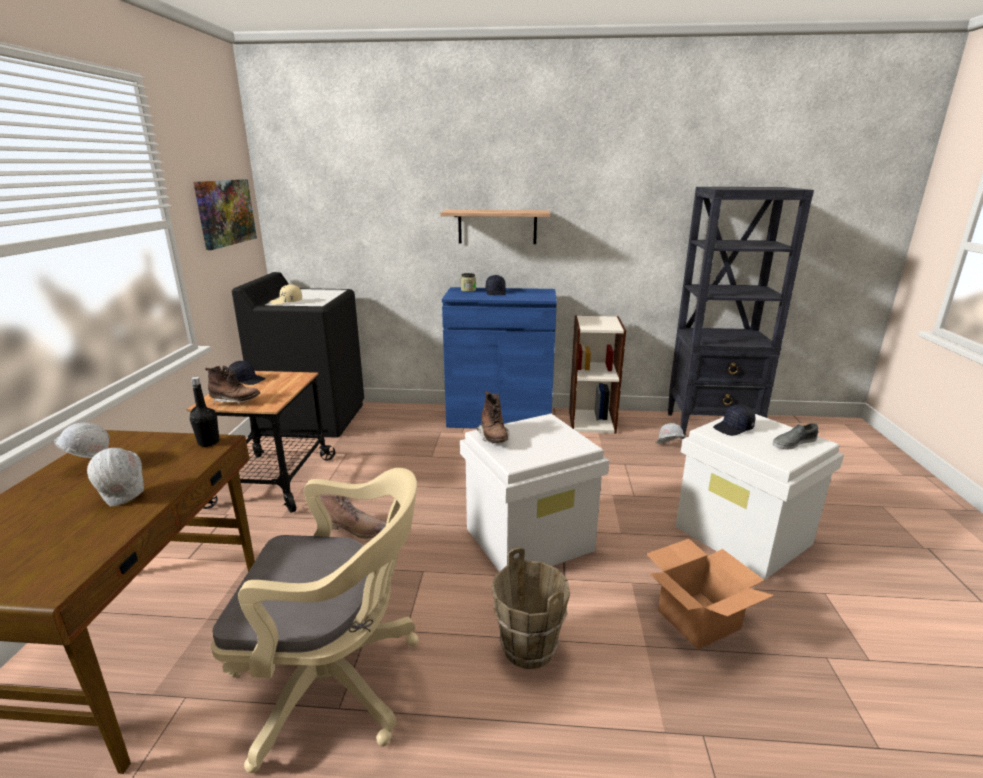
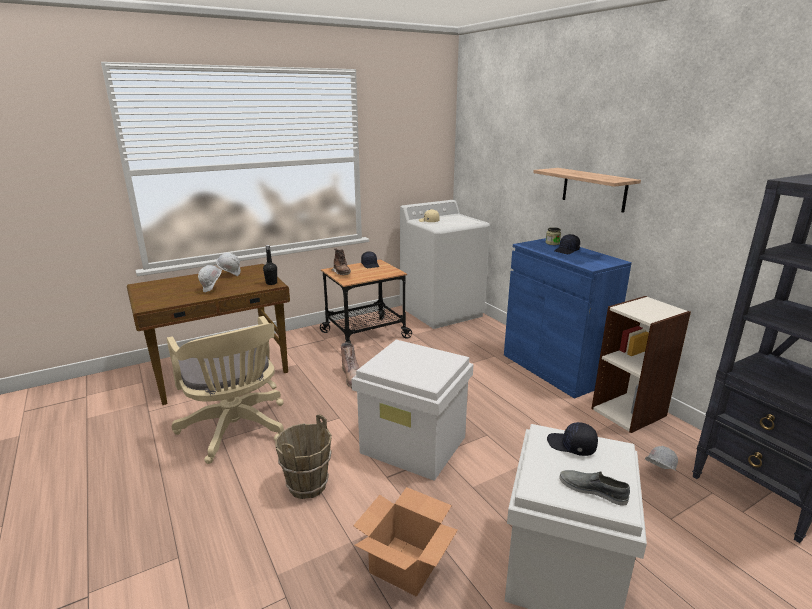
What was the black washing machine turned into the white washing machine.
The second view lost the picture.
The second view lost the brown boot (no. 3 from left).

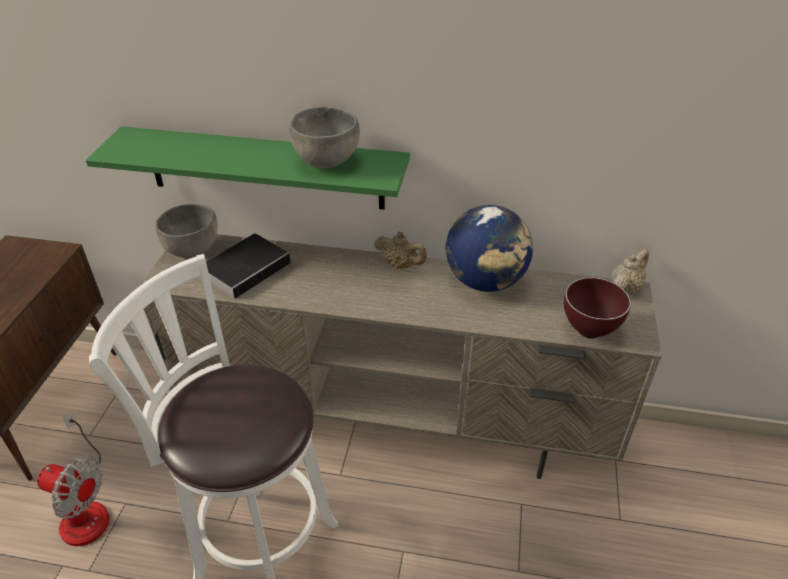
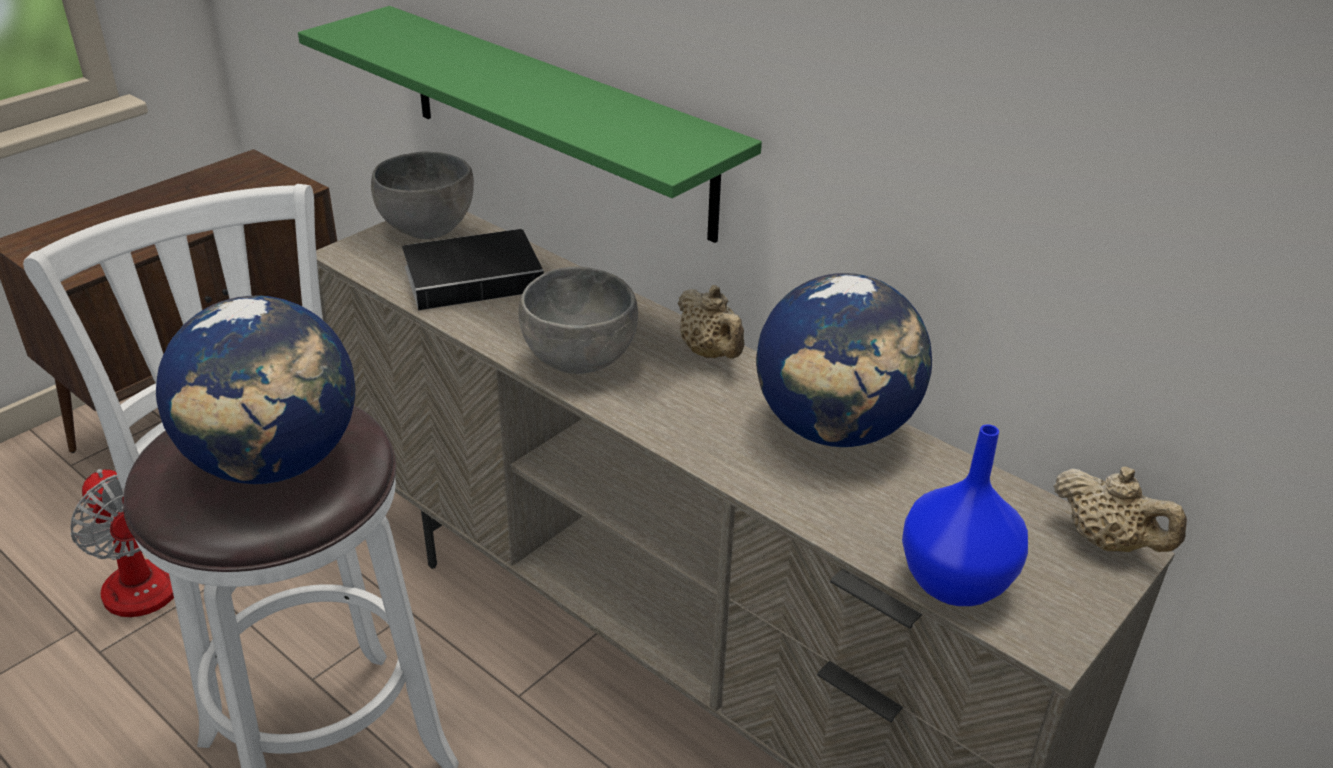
The second view gained the globe (no. 1 from left).
The grey bowl (no. 2 from left) ended up elsewhere.
Where the brown bowl stood, the blue vase came to stand.
The beige teapot (no. 2 from left) ended up facing another way, 60 degrees clockwise from before.

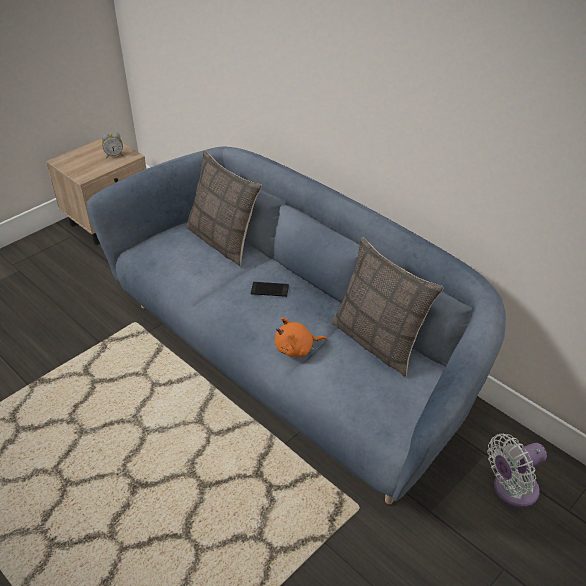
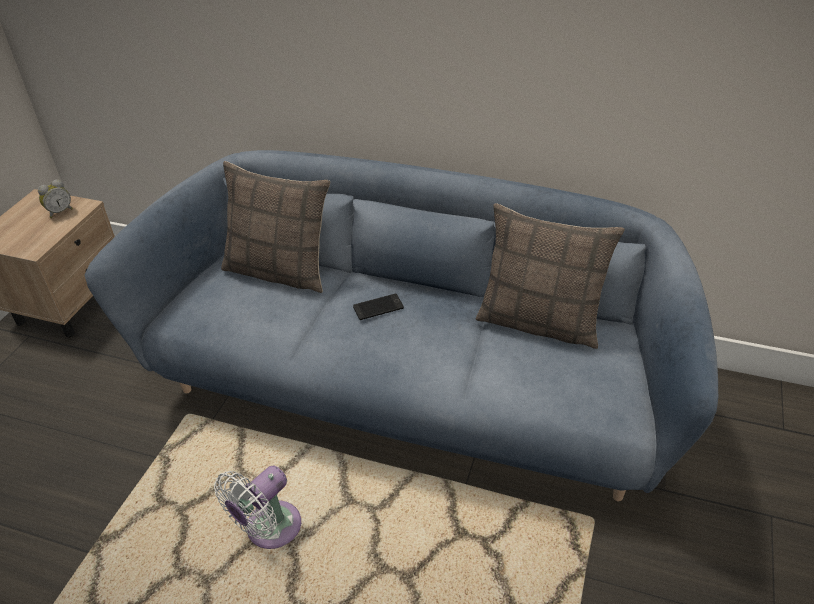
The white fan ended up elsewhere.
The second view lost the orange plush toy.

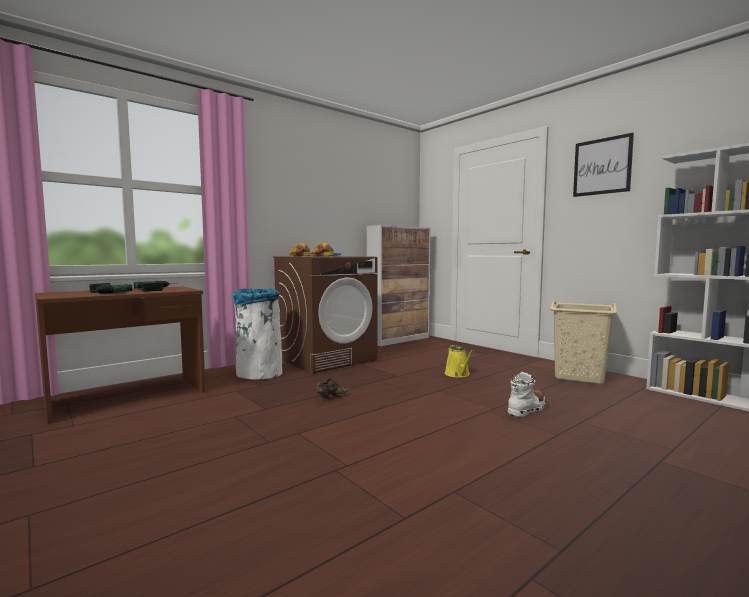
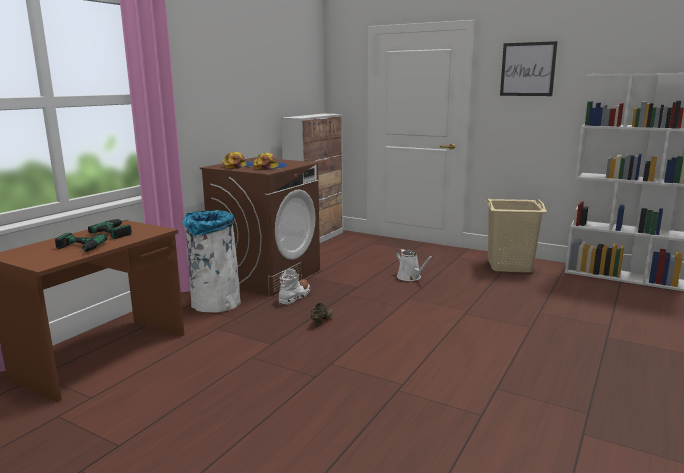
The white boot ended up elsewhere.
What was the yellow watering can turned into the white watering can.

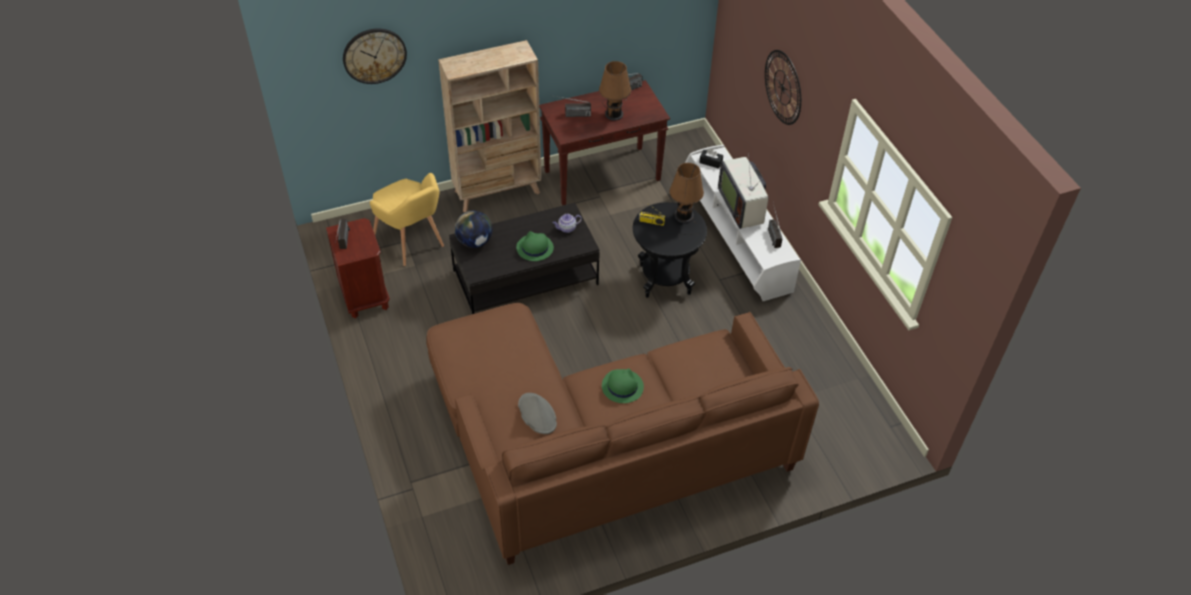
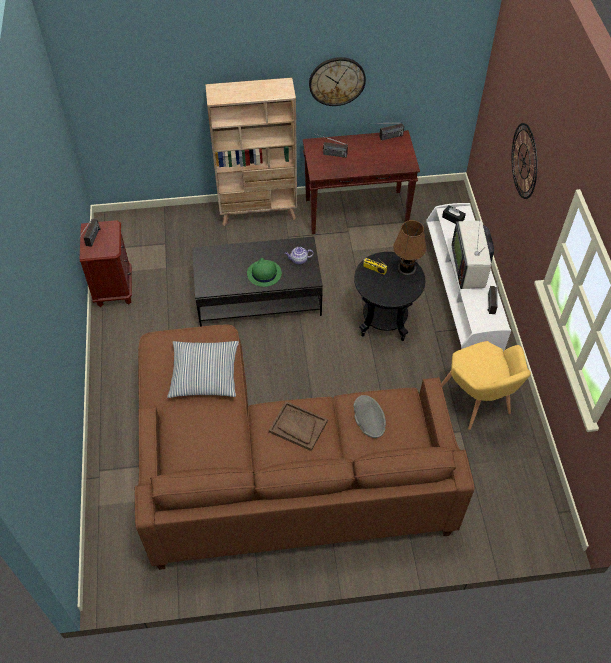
The second view gained the pillow.
Where the green hat (no. 2 from left) stood, the brown tray came to stand.
The wall clock (no. 1 from left) ended up elsewhere.
The grey hat ended up elsewhere.
The yellow armchair ended up elsewhere.
The second view lost the globe.
The second view lost the brown table lamp (no. 1 from left).

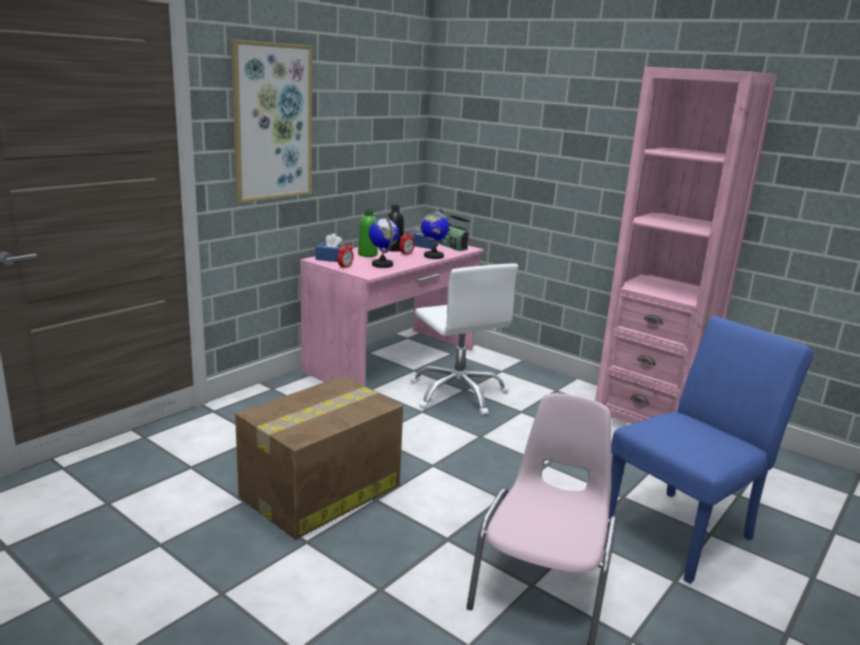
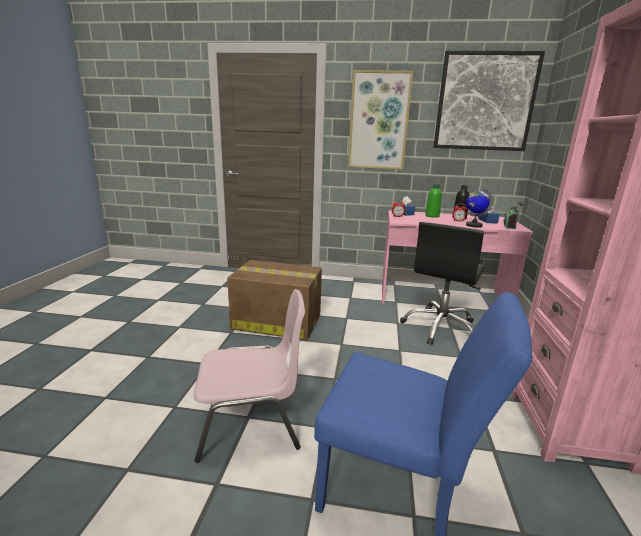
What was the white office chair turned into the black office chair.
The second view gained the picture (no. 2 from left).
The second view lost the globe (no. 1 from left).

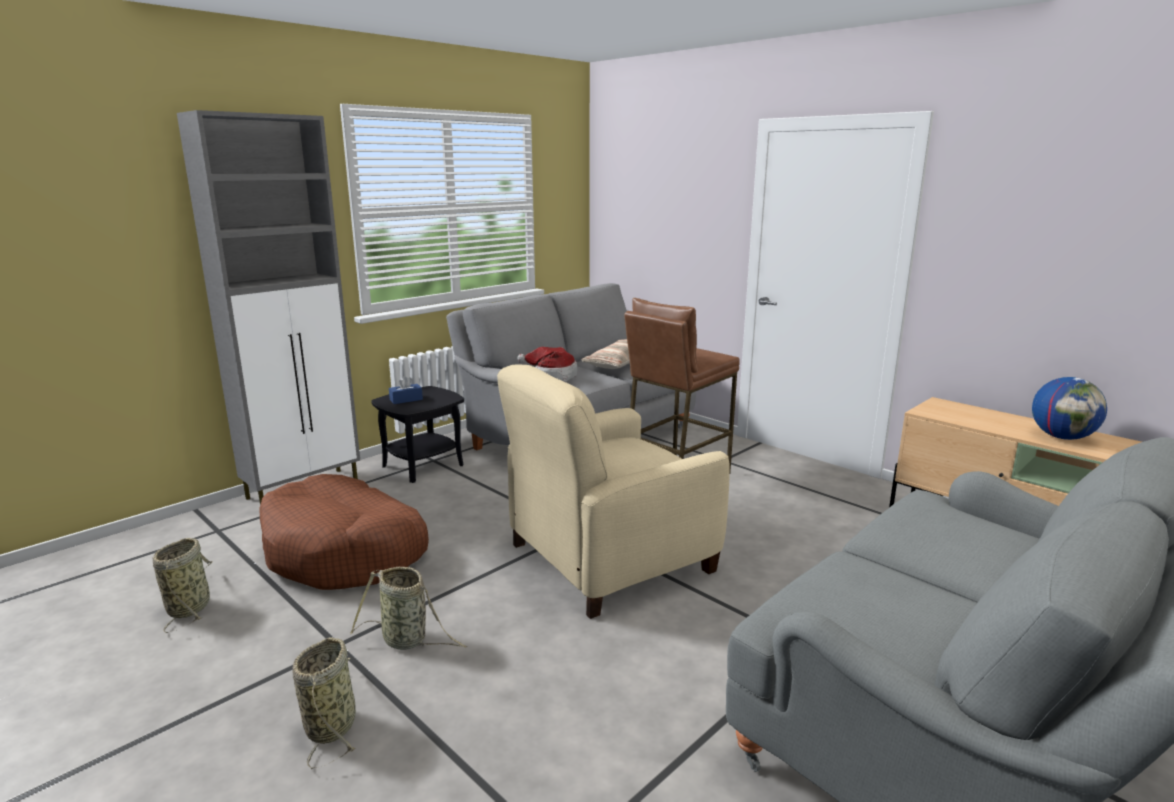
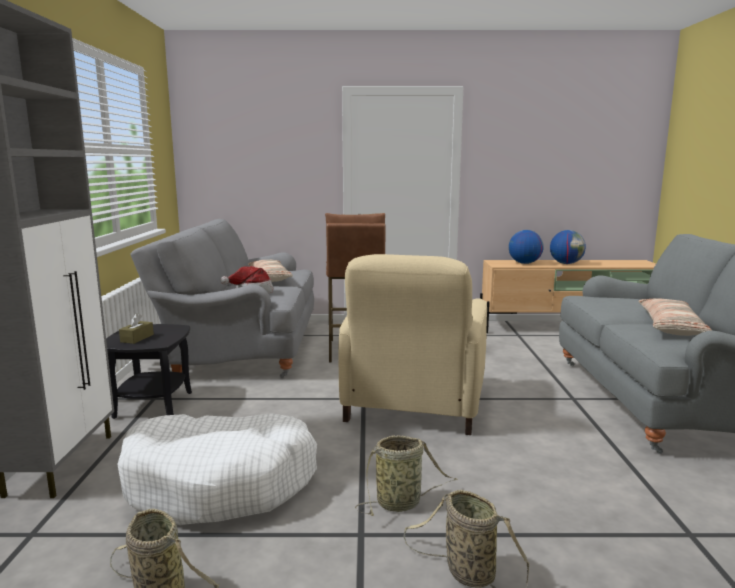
What was the brown dog bed turned into the white dog bed.
What was the blue tissue box turned into the brown tissue box.
The second view gained the globe (no. 1 from left).
The second view gained the pillow (no. 2 from left).

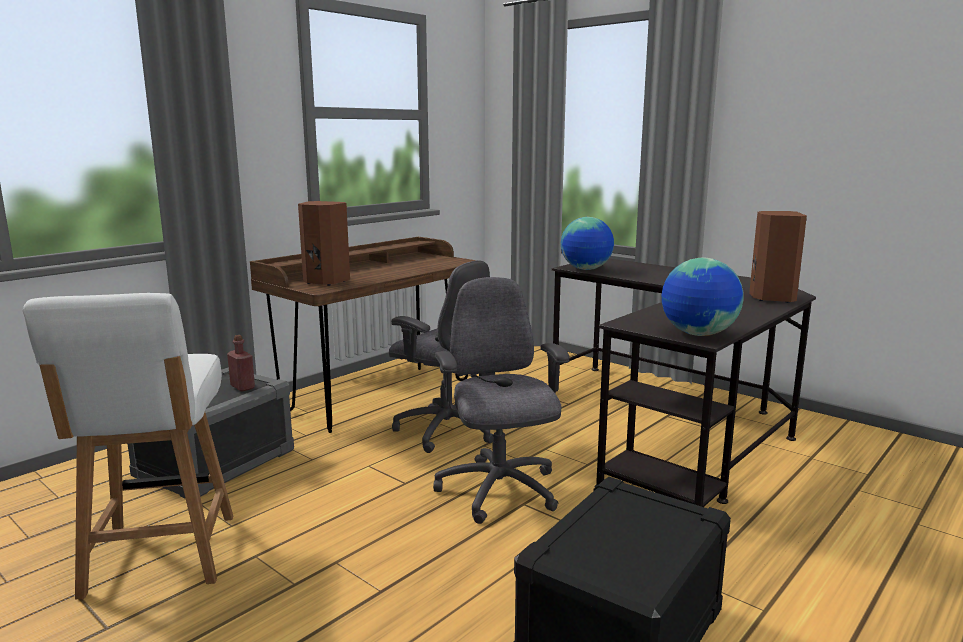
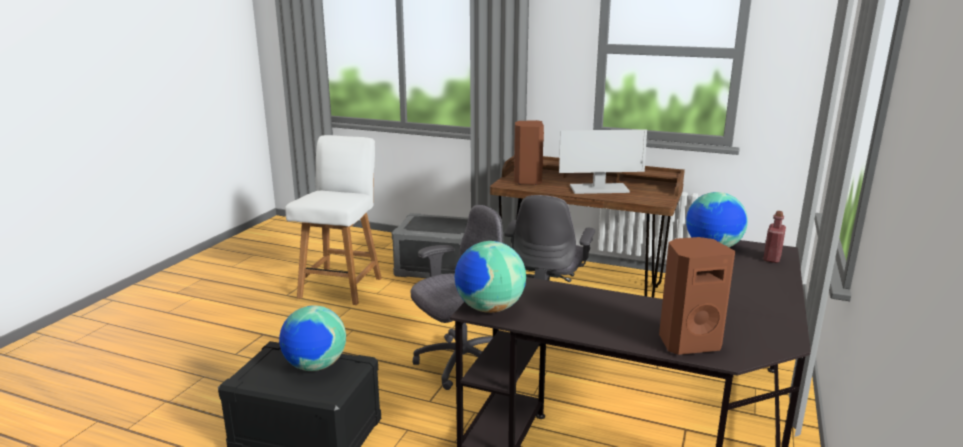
The second view gained the globe (no. 1 from left).
The white chair ended up facing another way, 135 degrees clockwise from before.
The second view gained the monitor.
The red bottle ended up elsewhere.

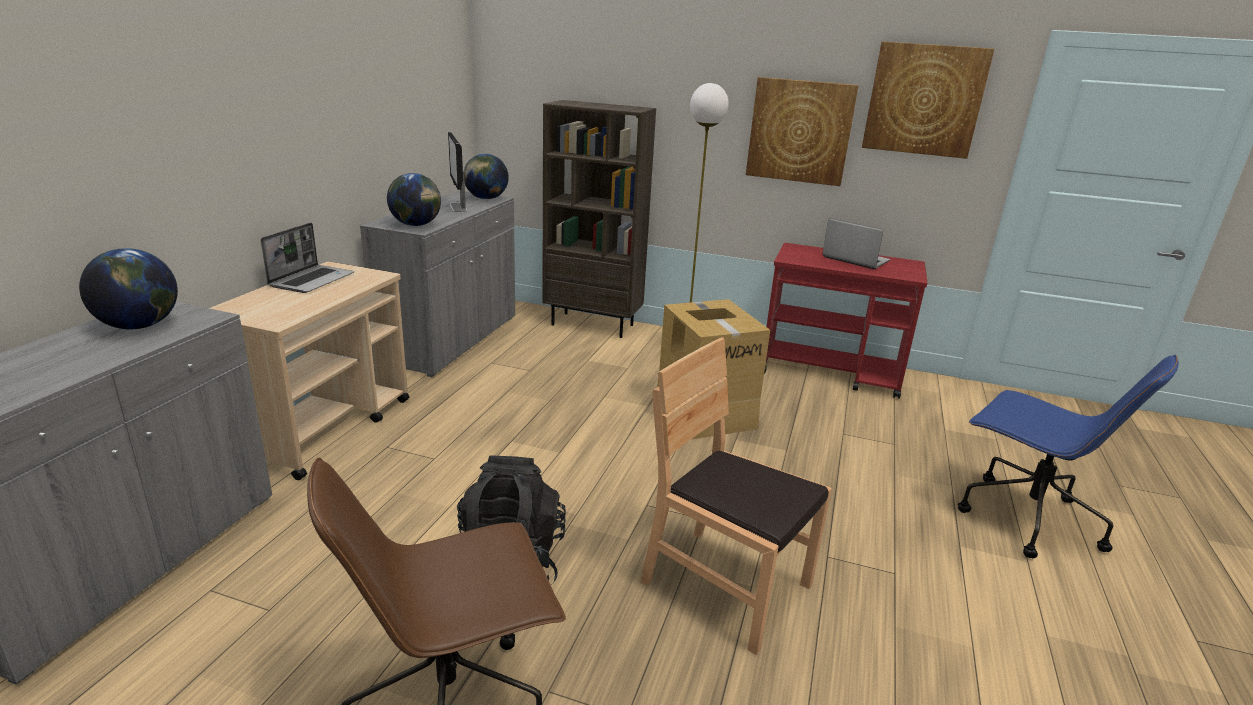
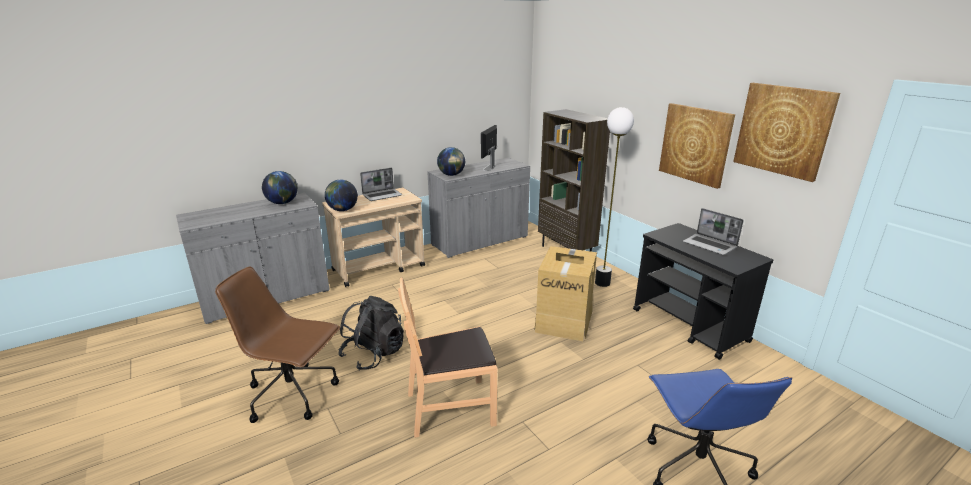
The globe (no. 3 from left in the first image) ended up elsewhere.
The brown chair ended up facing another way, 90 degrees counterclockwise from before.
What was the red cart turned into the black cart.
The laptop (no. 2 from left) ended up facing another way, 150 degrees clockwise from before.

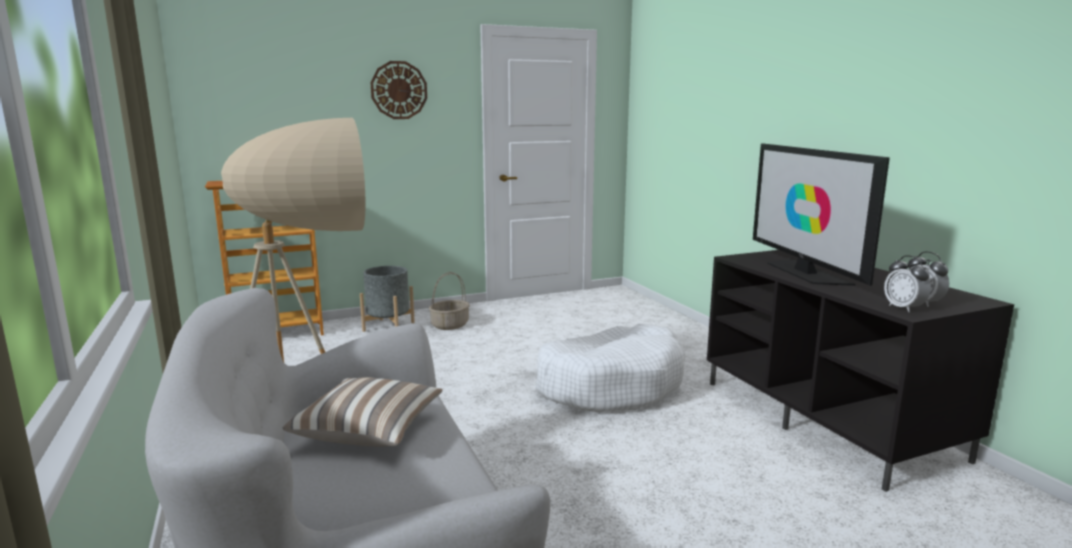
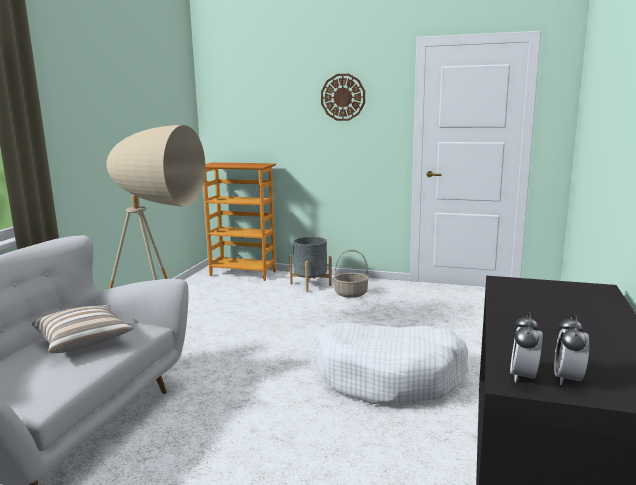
The second view lost the television.

